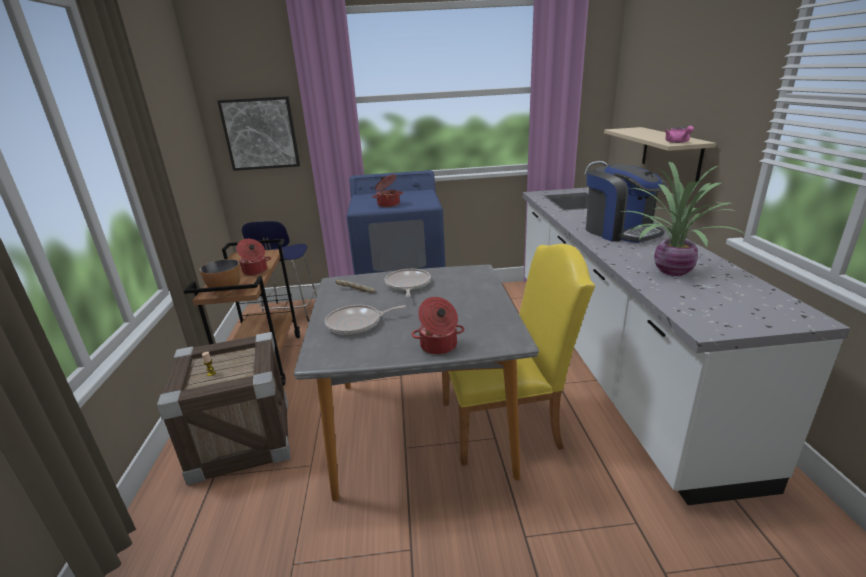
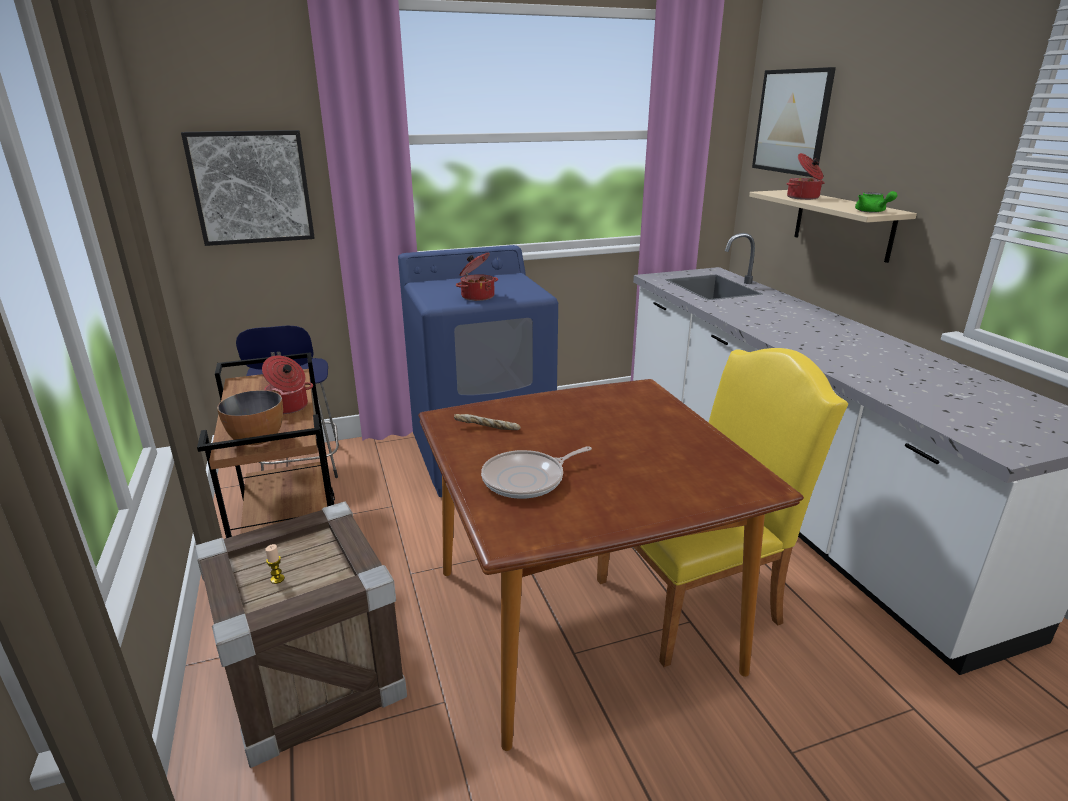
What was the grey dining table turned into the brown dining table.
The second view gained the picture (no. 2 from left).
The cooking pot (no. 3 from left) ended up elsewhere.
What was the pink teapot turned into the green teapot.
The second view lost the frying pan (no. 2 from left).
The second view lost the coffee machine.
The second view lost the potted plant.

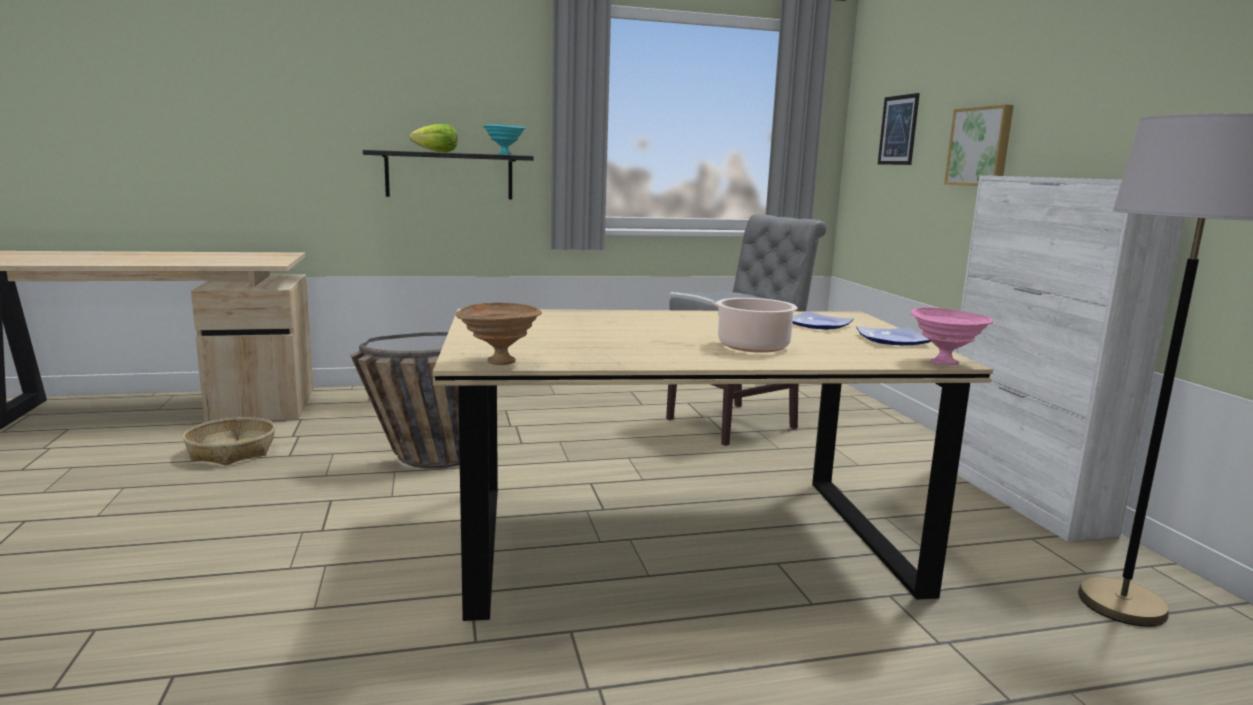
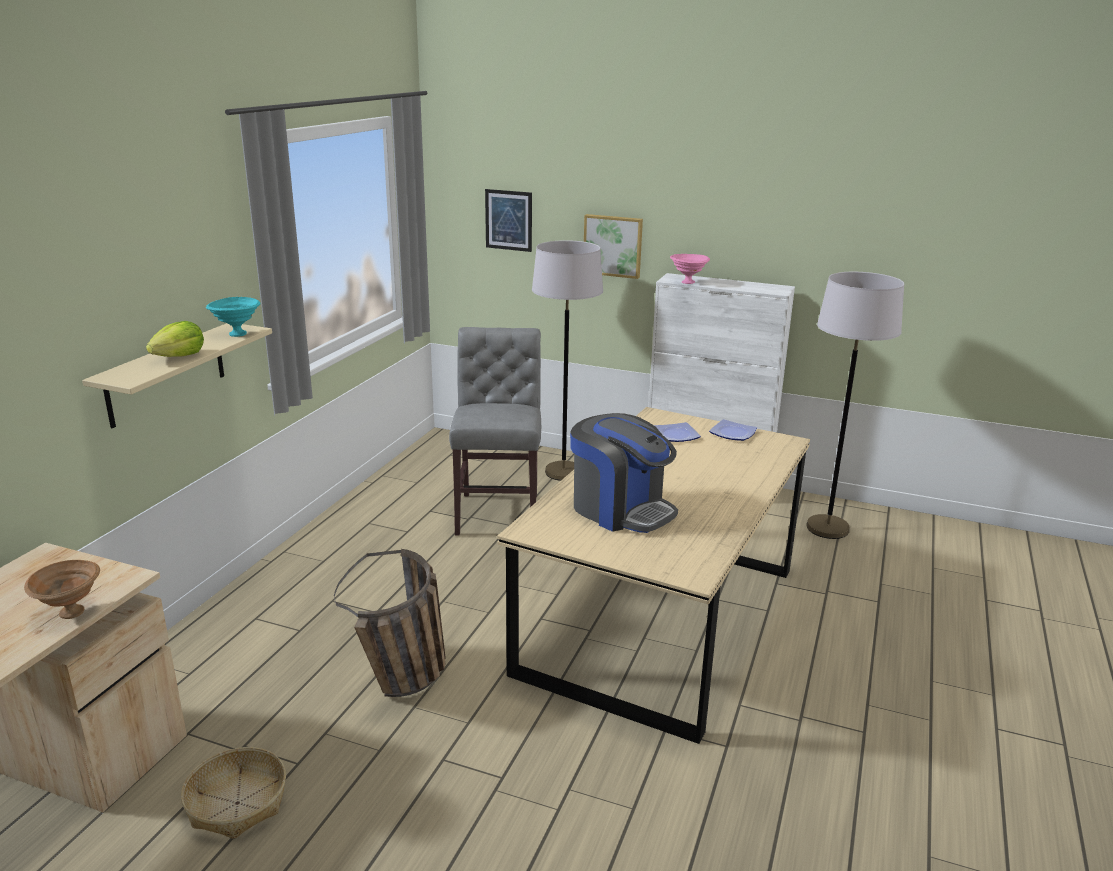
The brown bowl ended up elsewhere.
What was the black shelf turned into the beige shelf.
The second view gained the grey floor lamp (no. 1 from left).
The second view gained the coffee machine.
The pink bowl ended up elsewhere.
The second view lost the cooking pot.

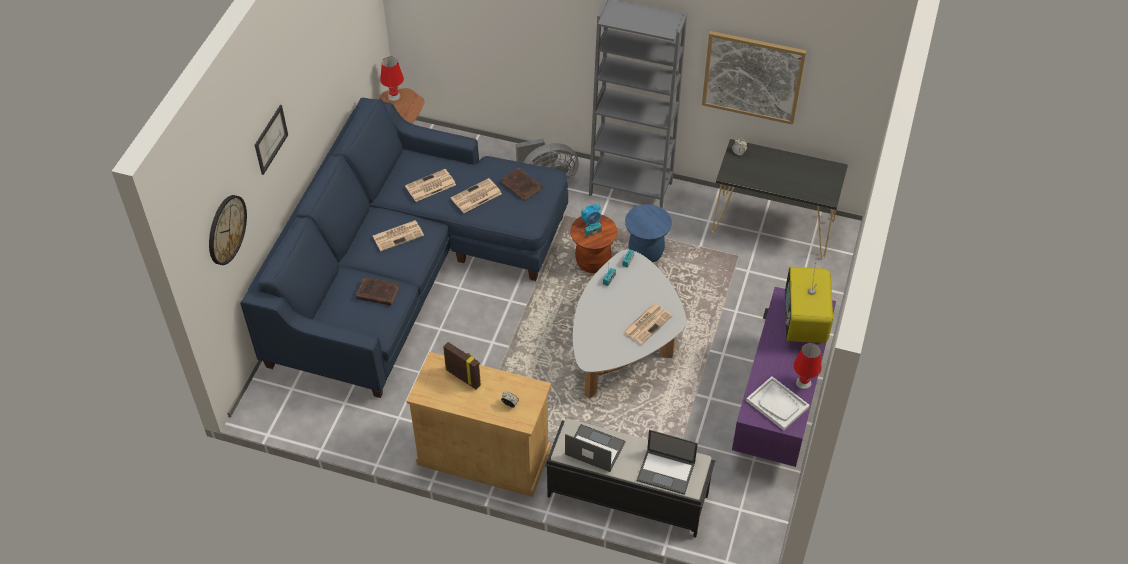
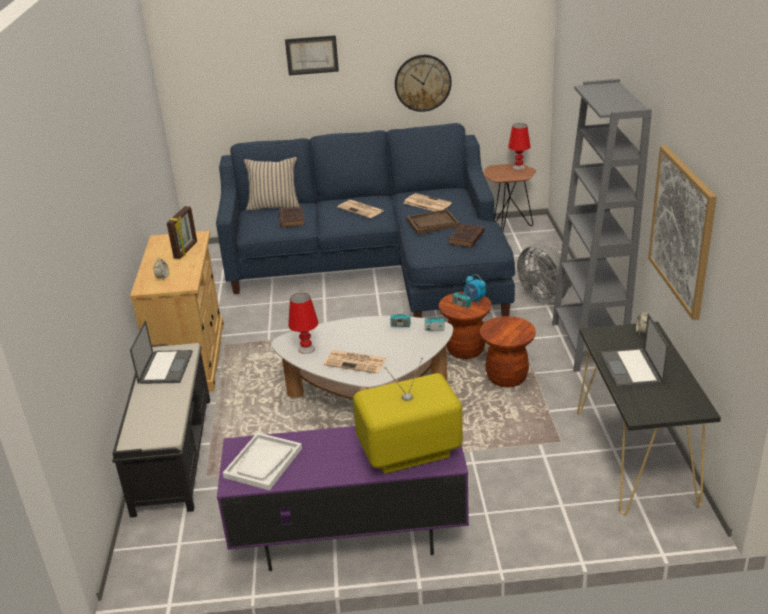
The second view gained the beige pillow.
The red table lamp (no. 2 from left in the first image) ended up elsewhere.
The wall clock ended up elsewhere.
Where the newspaper (no. 3 from left) stood, the brown tray came to stand.
What was the blue stool turned into the brown stool (no. 2 from left).
The laptop (no. 2 from left) ended up elsewhere.

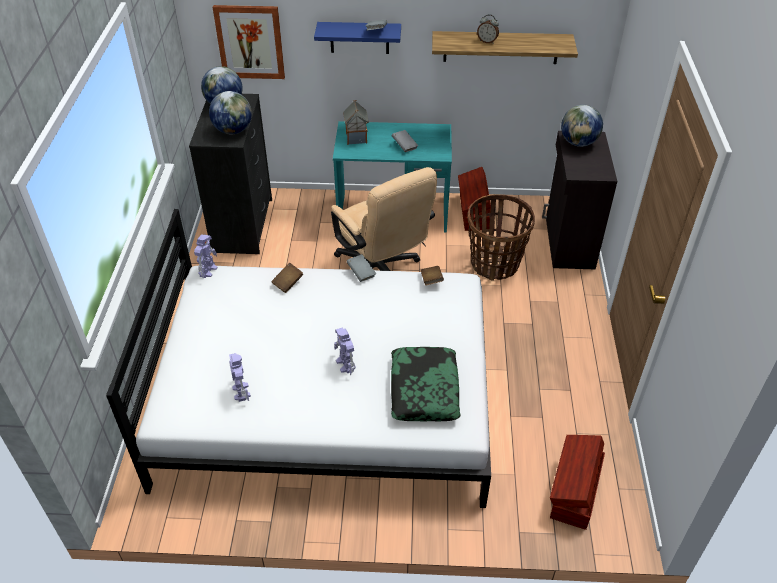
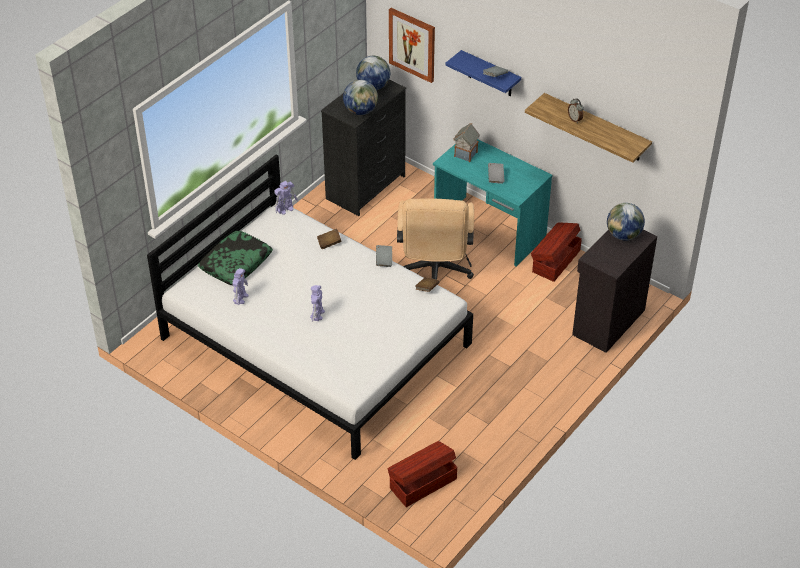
The pillow ended up elsewhere.
The second view lost the basket.

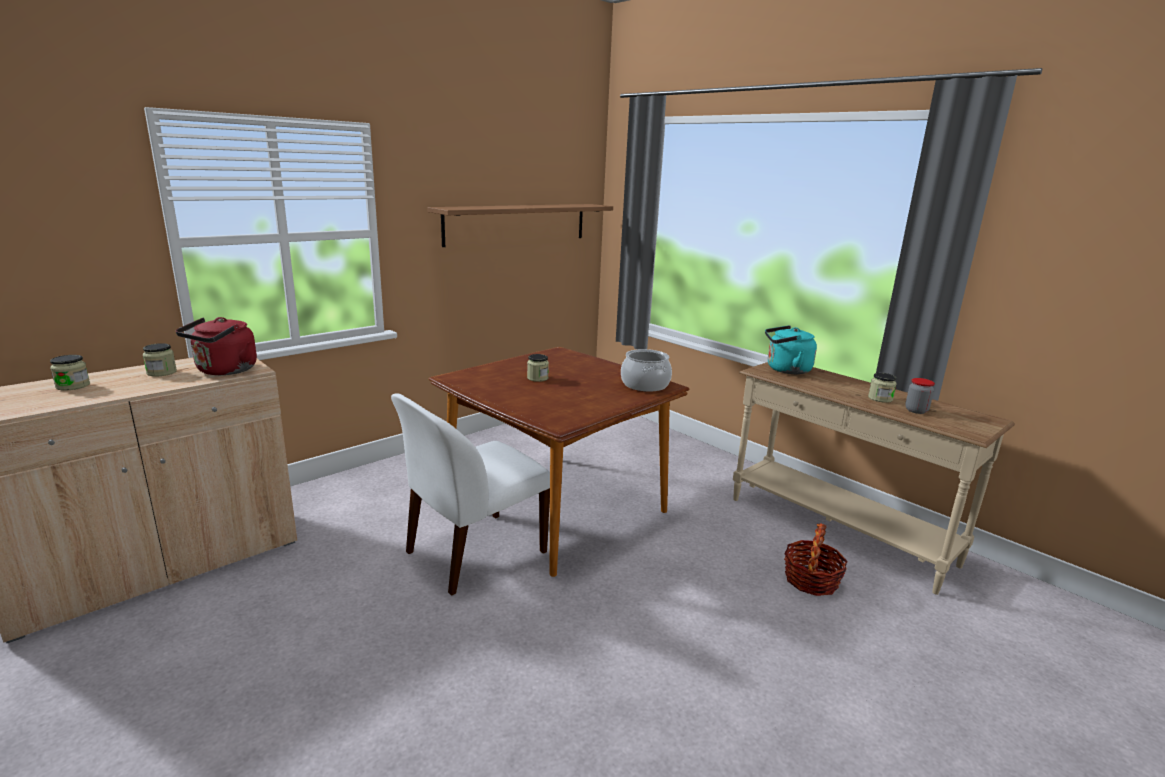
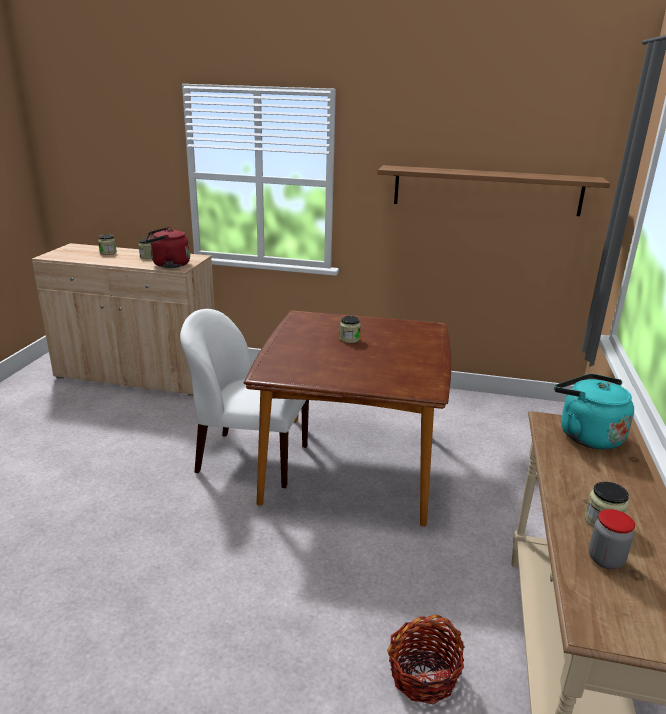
The second view lost the cooking pot.

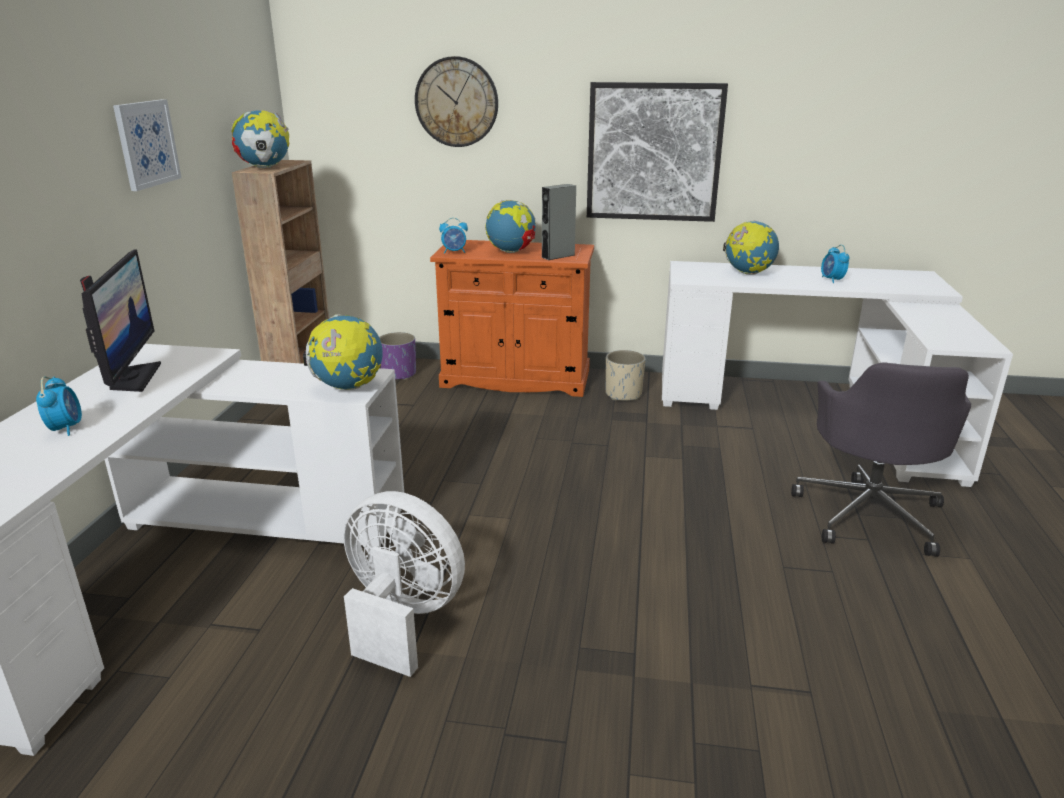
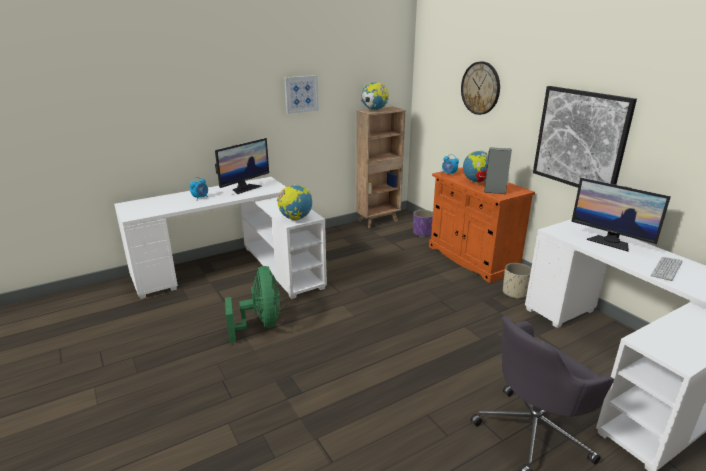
What was the white fan turned into the green fan.
Where the globe (no. 4 from left) stood, the monitor (no. 2 from left) came to stand.
Where the alarm clock (no. 3 from left) stood, the keyboard came to stand.

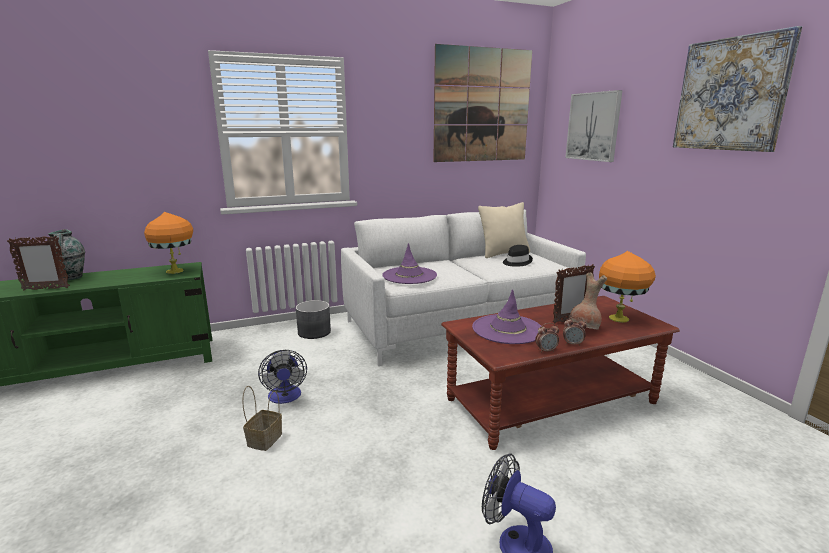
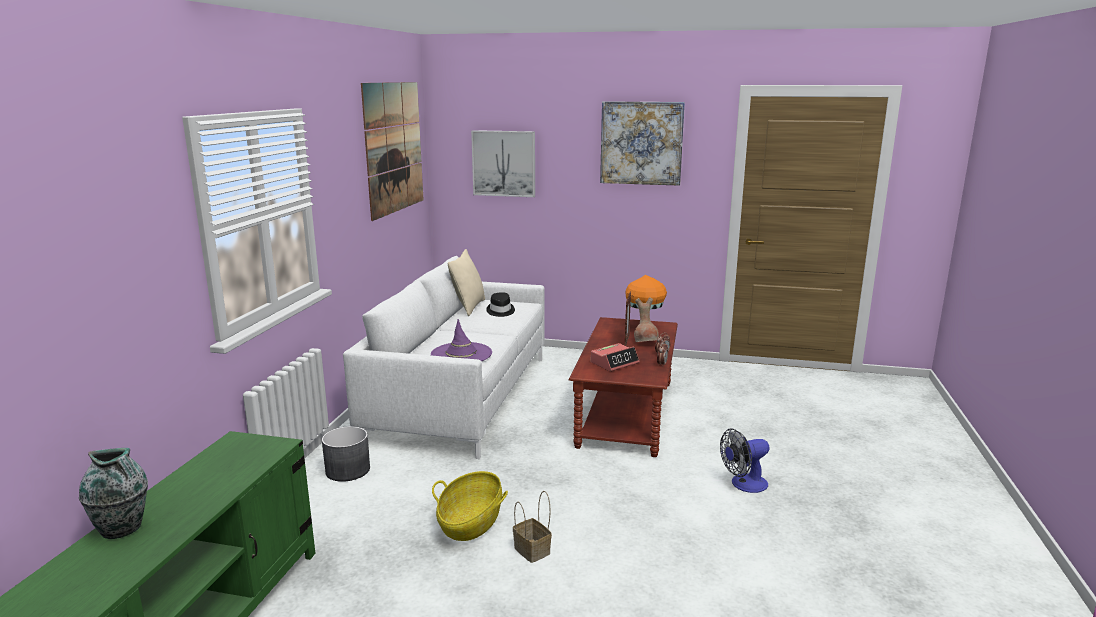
Where the fan (no. 1 from left) stood, the basket (no. 1 from left) came to stand.
Where the purple hat (no. 2 from left) stood, the alarm clock (no. 1 from left) came to stand.
The second view lost the picture frame (no. 1 from left).
The second view lost the orange table lamp (no. 1 from left).

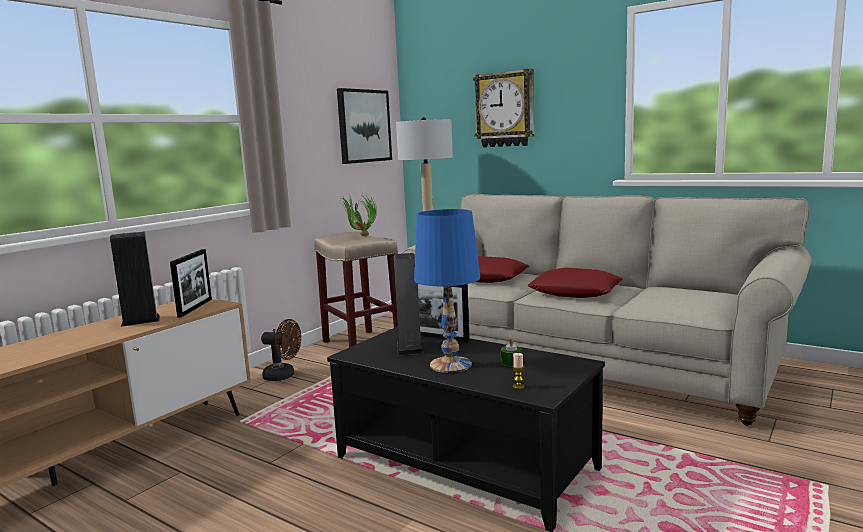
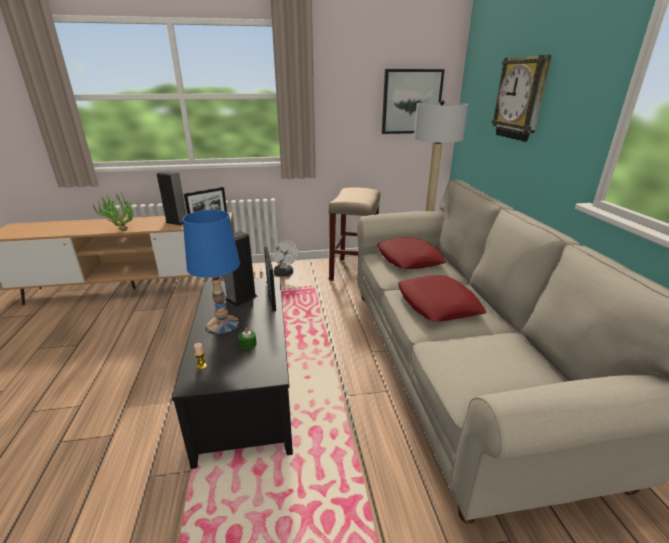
The potted plant ended up elsewhere.
What was the brown fan turned into the white fan.

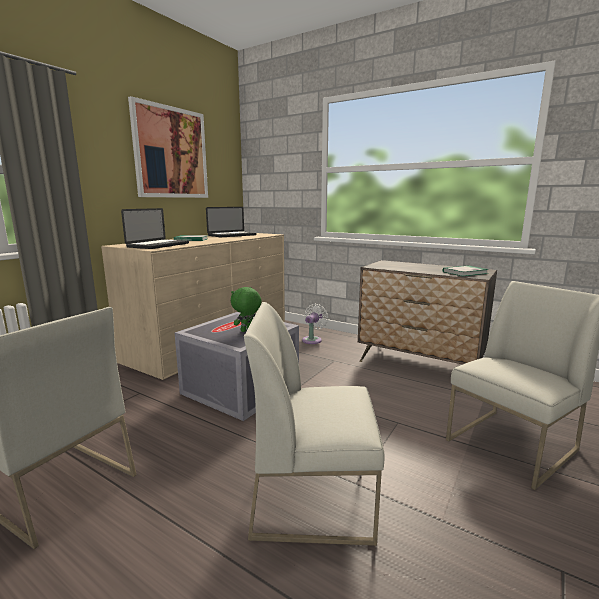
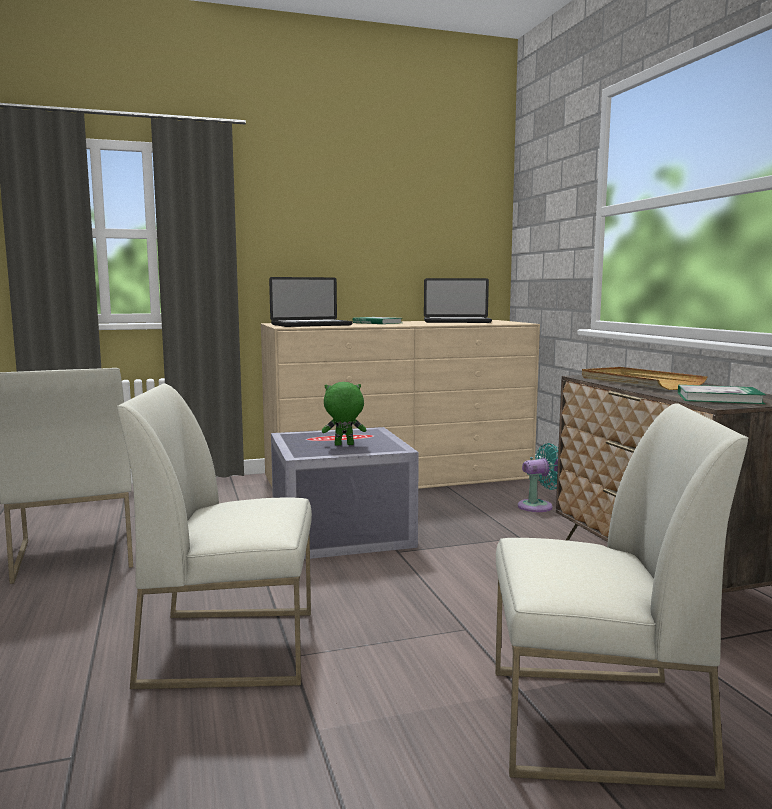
The white chair (no. 2 from left) ended up facing another way, 45 degrees counterclockwise from before.
What was the white fan turned into the turquoise fan.
The second view gained the beige tray.
The second view lost the picture.

